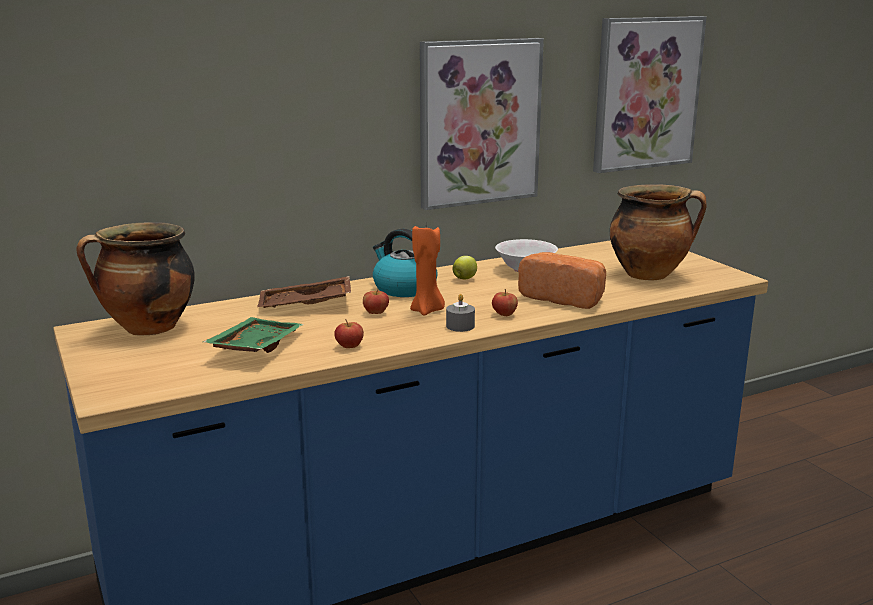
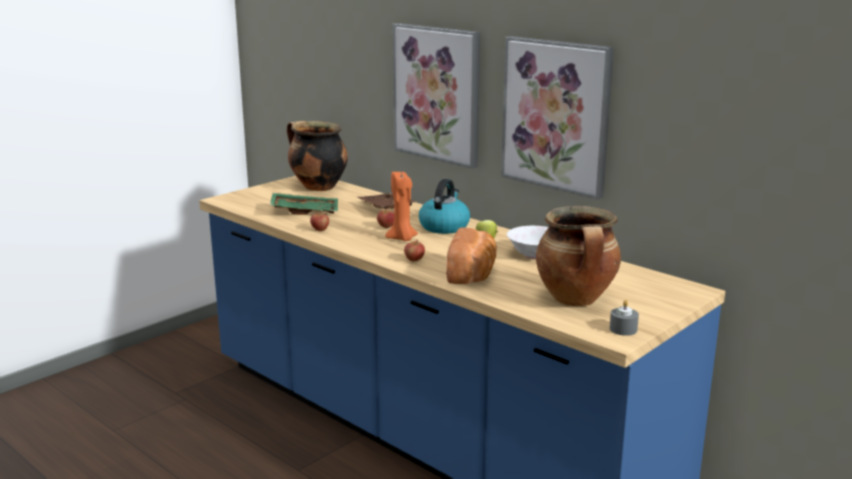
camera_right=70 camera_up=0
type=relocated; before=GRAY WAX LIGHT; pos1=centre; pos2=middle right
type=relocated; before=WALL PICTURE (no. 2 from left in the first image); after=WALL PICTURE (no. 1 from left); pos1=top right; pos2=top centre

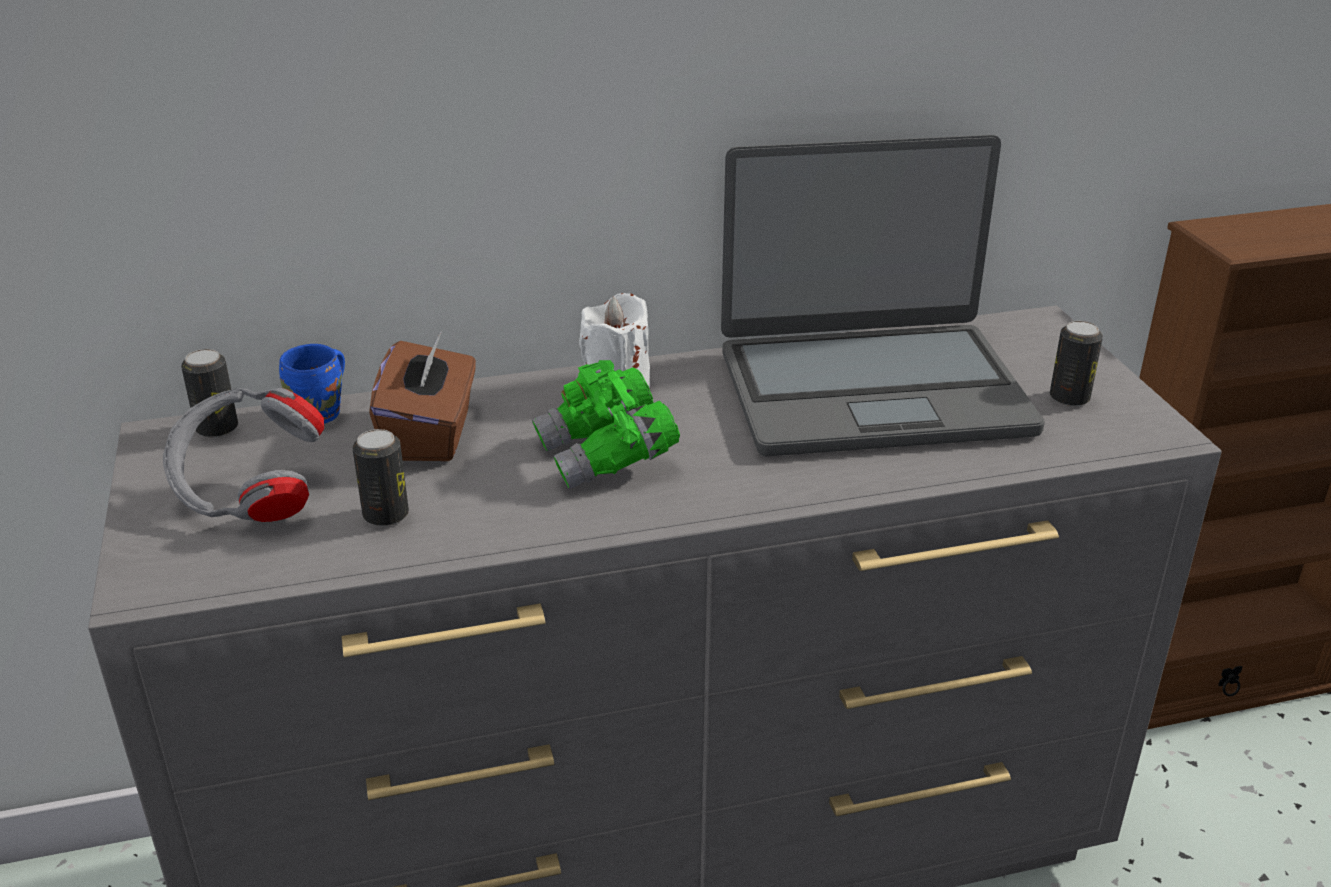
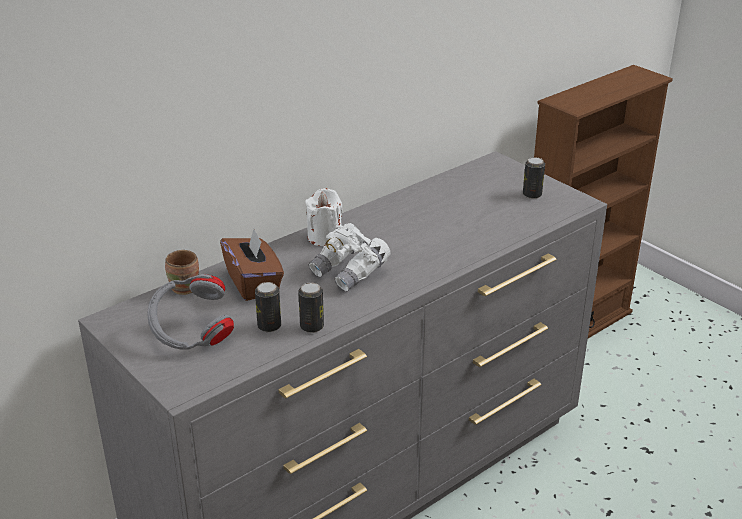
camera_right=-25 camera_up=0
type=relocated; before=METAL CAN (no. 1 from left in the first image); after=METAL CAN (no. 2 from left); pos1=middle left; pos2=centre
type=colour; before=BLUE COFFEE MUG; after=BROWNISH COFFEE MUG; pos1=middle left; pos2=middle left
type=colour; before=GREEN-COLOURED PAIR OF BINOCULARS; after=WHITISH PAIR OF BINOCULARS; pos1=centre; pos2=centre
type=missing; before=LAPTOP; pos1=top centre

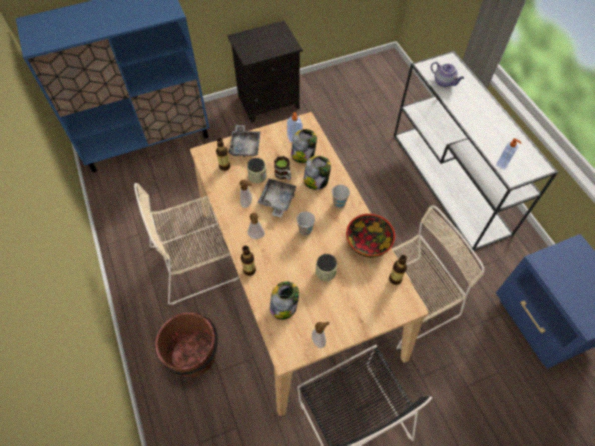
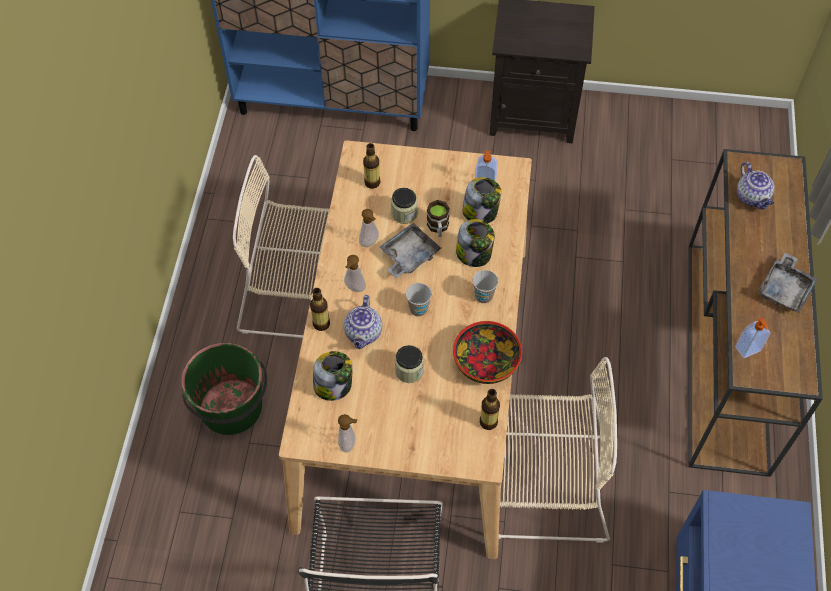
camera_right=30 camera_up=0
type=colour; before=BROWNISH WATER BUCKET; after=GREEN-COLOURED WATER BUCKET; pos1=bottom left; pos2=middle left
type=relocated; before=GRAY TRAY (no. 1 from left in the first image); after=GRAY TRAY (no. 2 from left); pos1=top centre; pos2=middle right
type=colour; before=WHITISH CONSOLE TABLE; after=BROWNISH CONSOLE TABLE; pos1=middle right; pos2=middle right
type=appeared; after=TEAPOT (no. 1 from left); pos2=centre

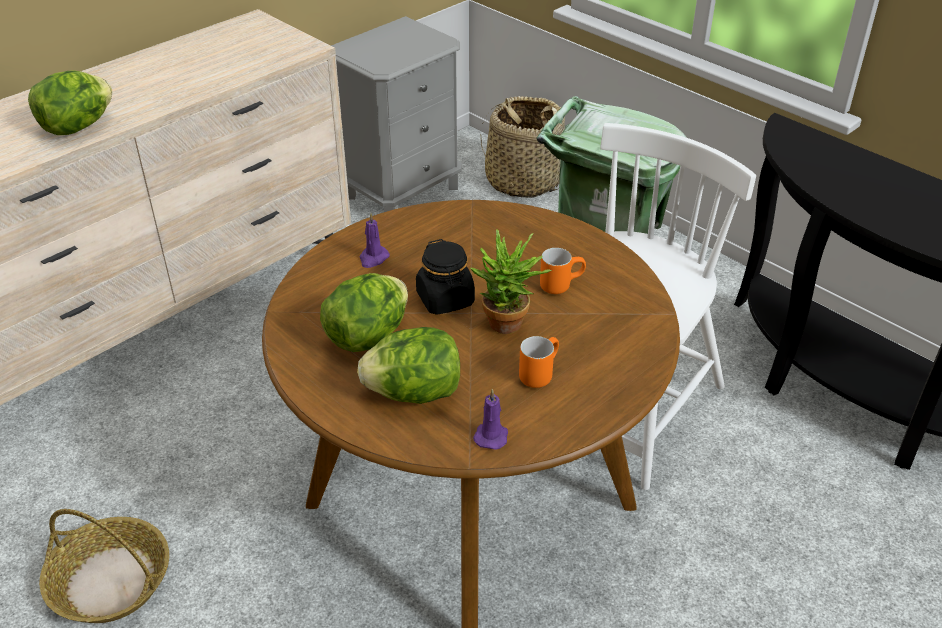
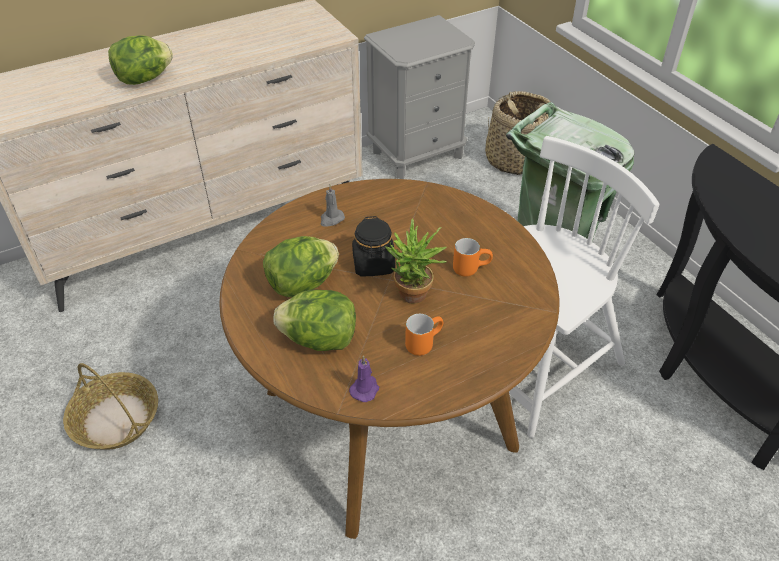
camera_right=15 camera_up=5
type=colour; before=PURPLE-COLOURED WAX LIGHT (no. 1 from left); after=GRAY WAX LIGHT; pos1=centre; pos2=centre

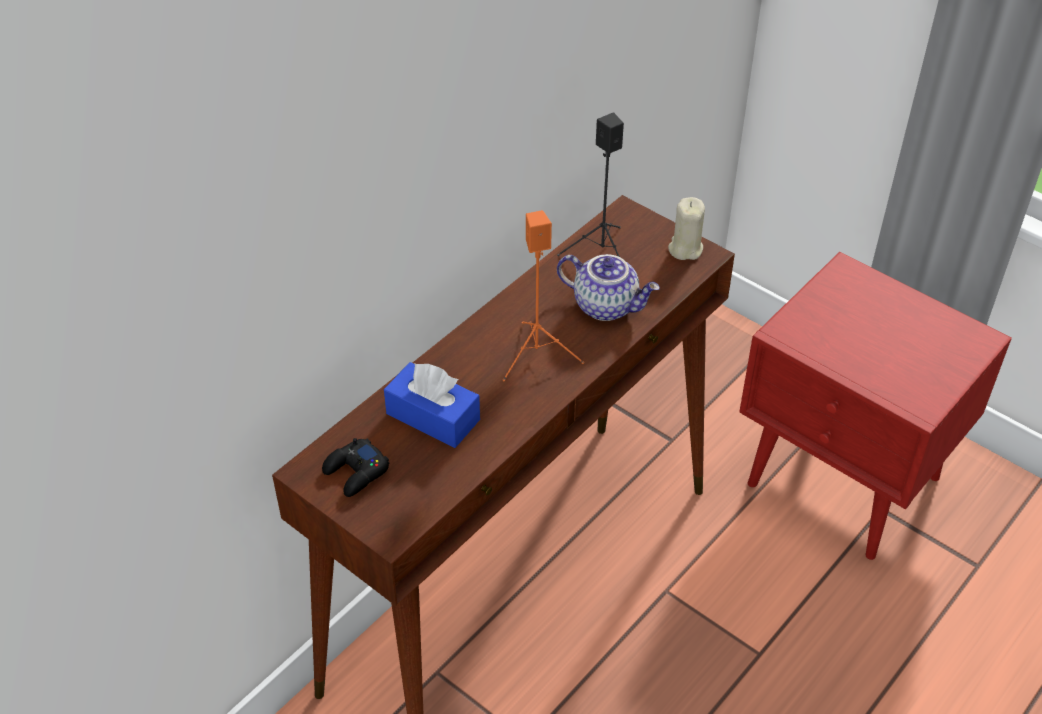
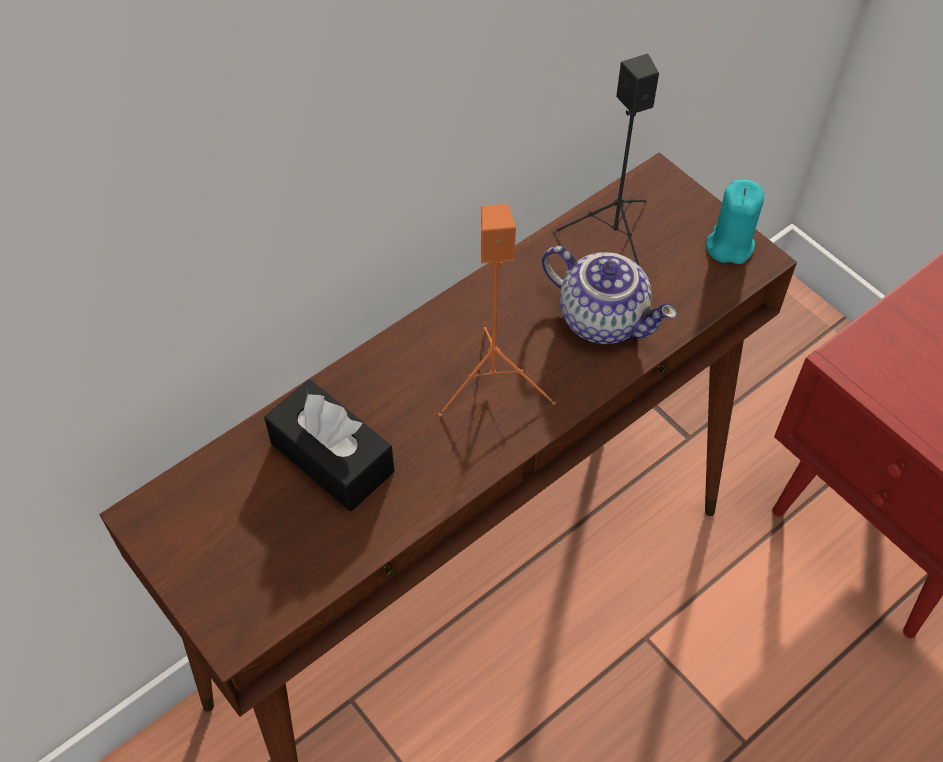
camera_right=10 camera_up=10
type=missing; before=BLACK-COLOURED JOYPAD; pos1=centre
type=colour; before=BLUE TISSUE BOX; after=BLACK-COLOURED TISSUE BOX; pos1=centre; pos2=centre
type=colour; before=SAND-COLOURED WAX LIGHT; after=TURQUOISE WAX LIGHT; pos1=top centre; pos2=top right

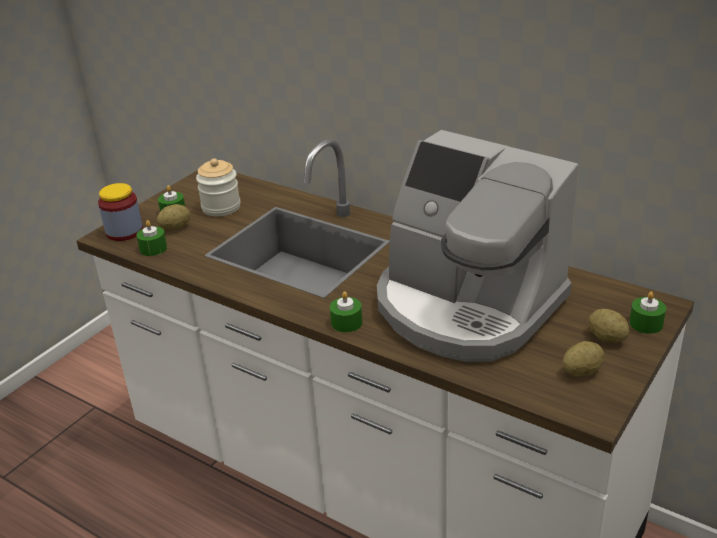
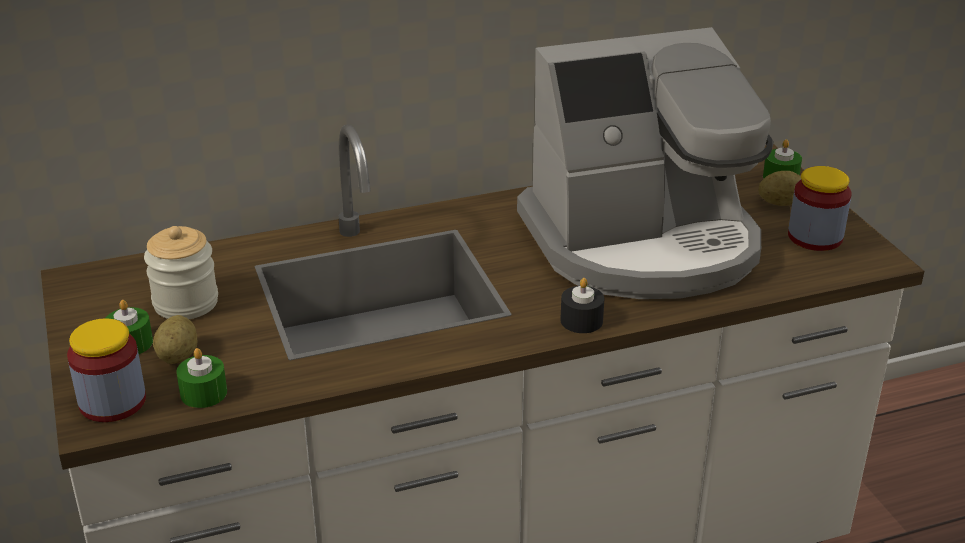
camera_right=-55 camera_up=0
type=colour; before=GREEN-COLOURED WAX LIGHT (no. 3 from left); after=BLACK-COLOURED WAX LIGHT; pos1=centre; pos2=centre
type=exchanged; before=WHOLE POTATO (no. 2 from left); after=PRESERVE JAR (no. 3 from left); pos1=middle right; pos2=middle right

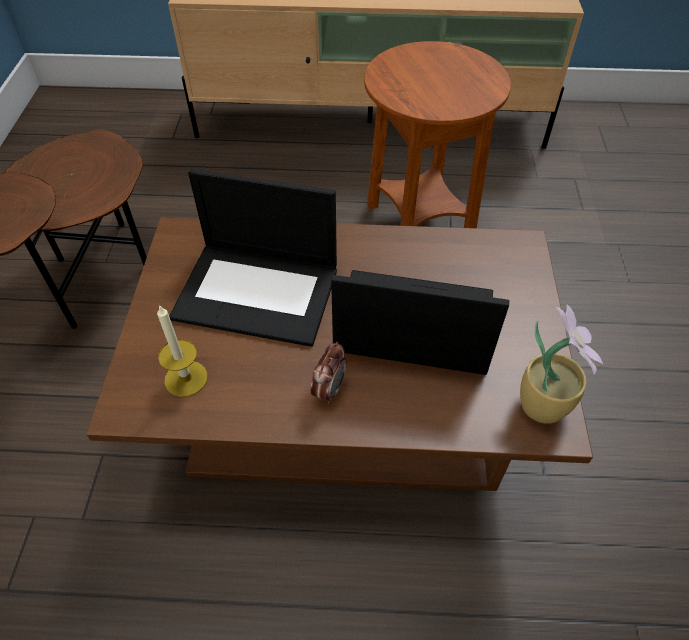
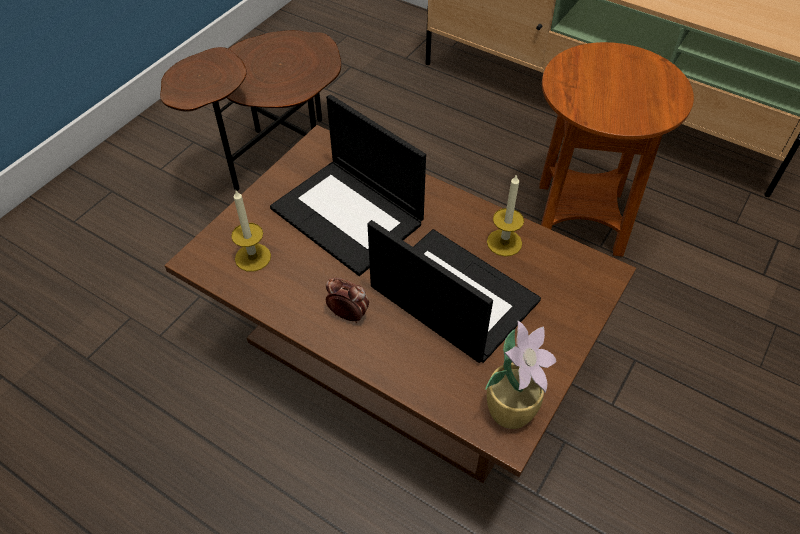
camera_right=30 camera_up=0
type=spun; before=ALARM CLOCK; pos1=centre; pos2=centre; turn=-120
type=appeared; after=WAX LIGHT (no. 2 from left); pos2=centre

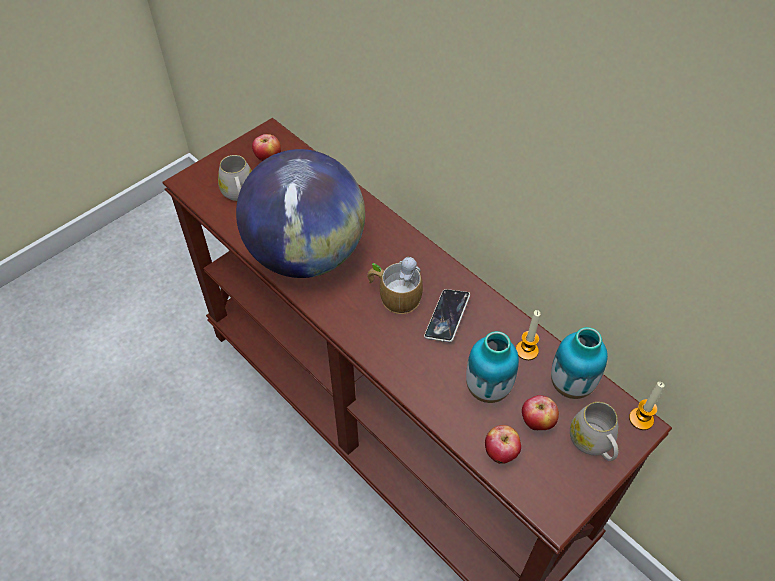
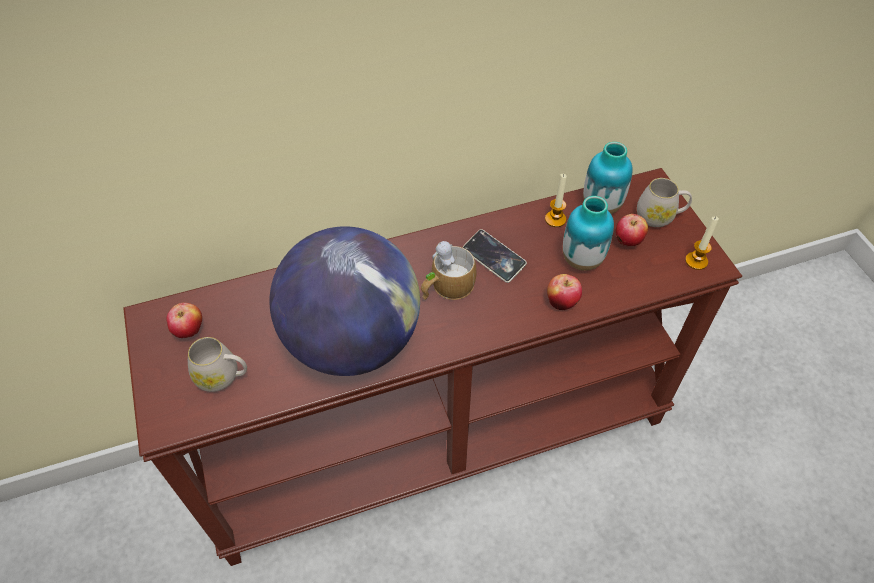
camera_right=-65 camera_up=0
type=relocated; before=APPLE FRUIT (no. 2 from left); pos1=bottom centre; pos2=centre
type=relocated; before=WAX LIGHT (no. 2 from left); pos1=bottom right; pos2=middle right

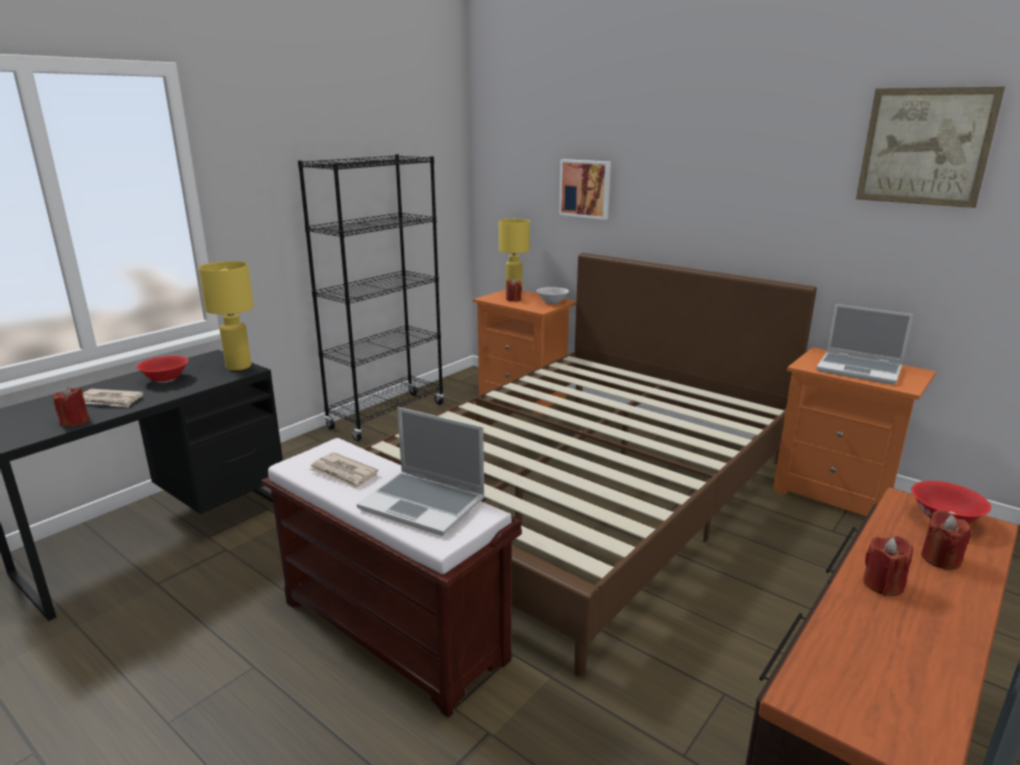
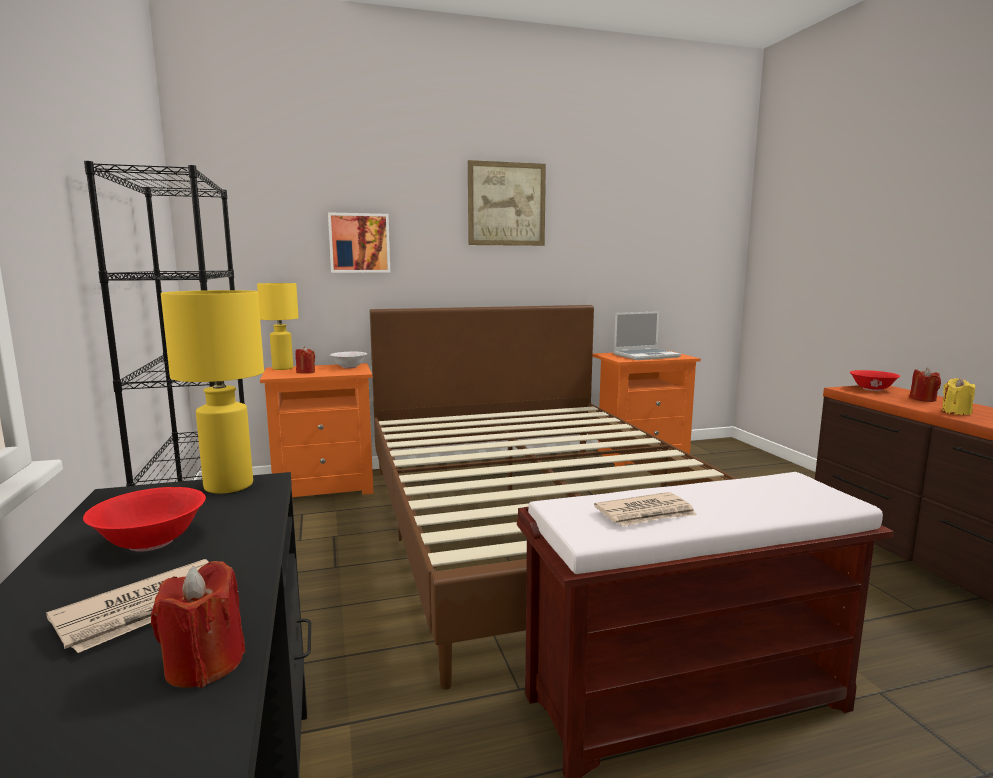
camera_right=-55 camera_up=-10
type=missing; before=LAPTOP (no. 1 from left); pos1=centre
type=relocated; before=WALL PICTURE (no. 2 from left); pos1=top right; pos2=top centre
type=colour; before=RED-COLOURED WAX LIGHT (no. 3 from left); after=YELLOWISH WAX LIGHT; pos1=bottom right; pos2=middle right

